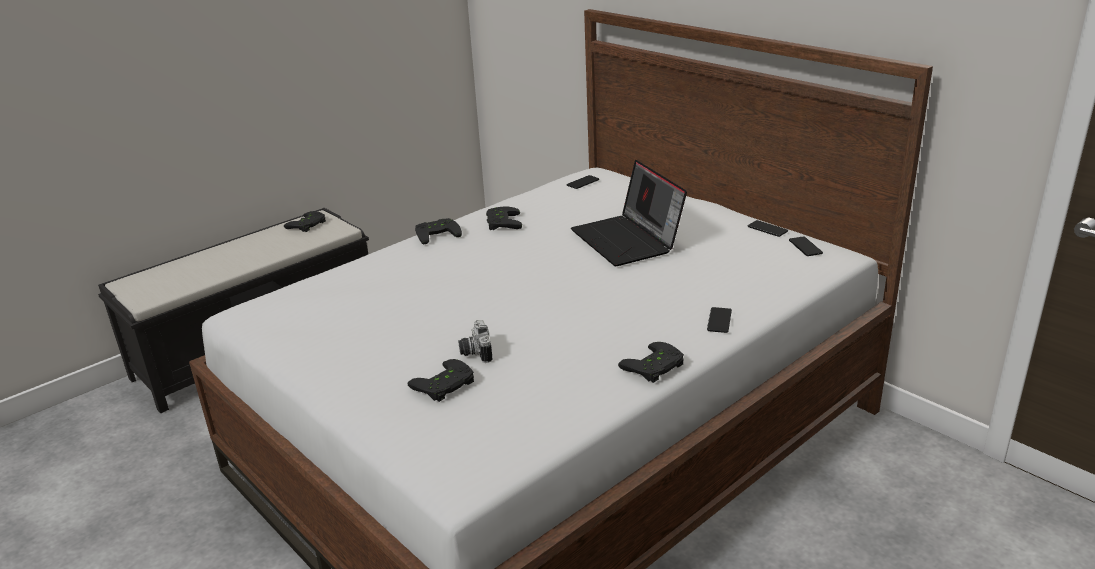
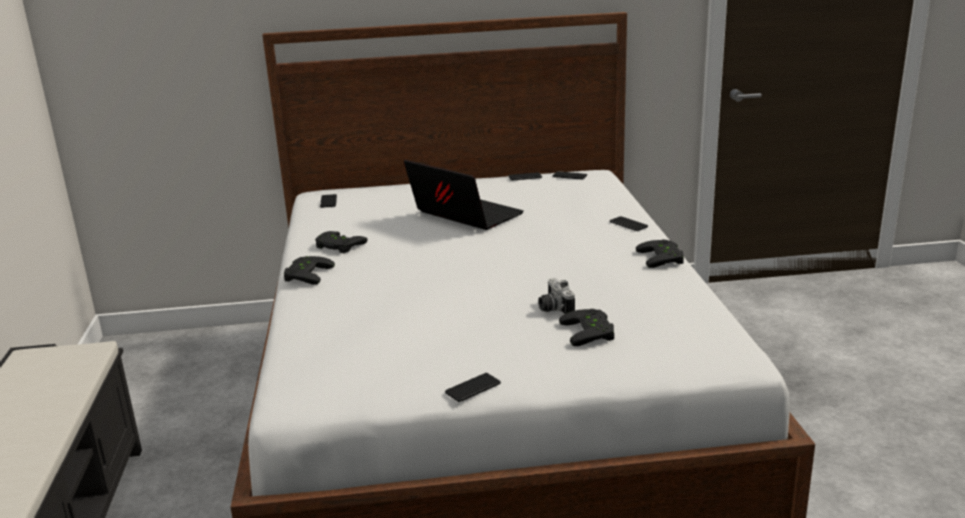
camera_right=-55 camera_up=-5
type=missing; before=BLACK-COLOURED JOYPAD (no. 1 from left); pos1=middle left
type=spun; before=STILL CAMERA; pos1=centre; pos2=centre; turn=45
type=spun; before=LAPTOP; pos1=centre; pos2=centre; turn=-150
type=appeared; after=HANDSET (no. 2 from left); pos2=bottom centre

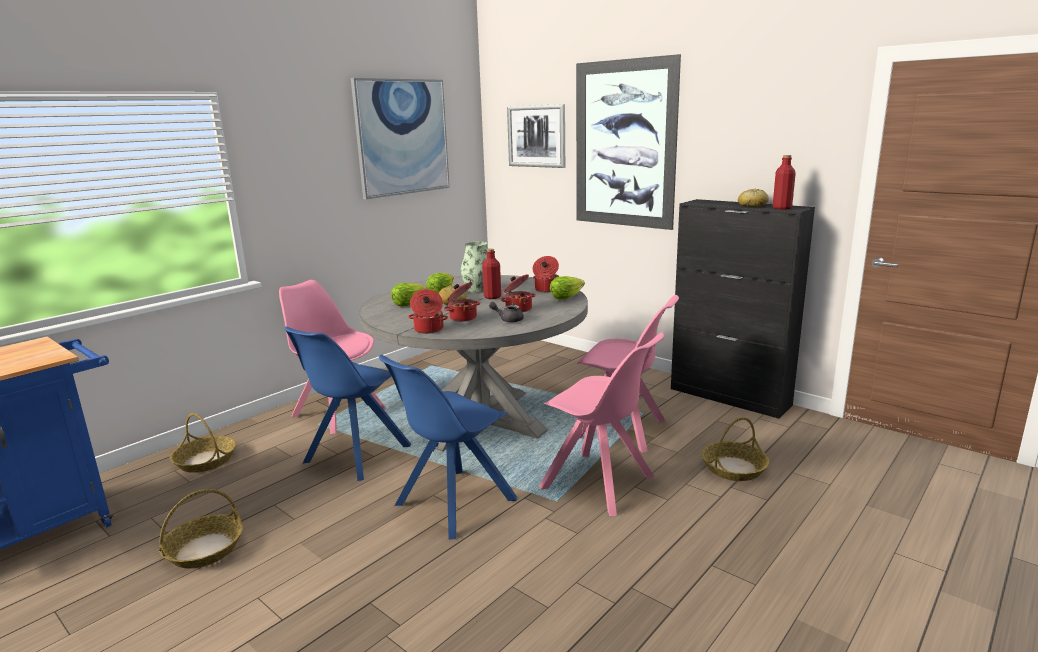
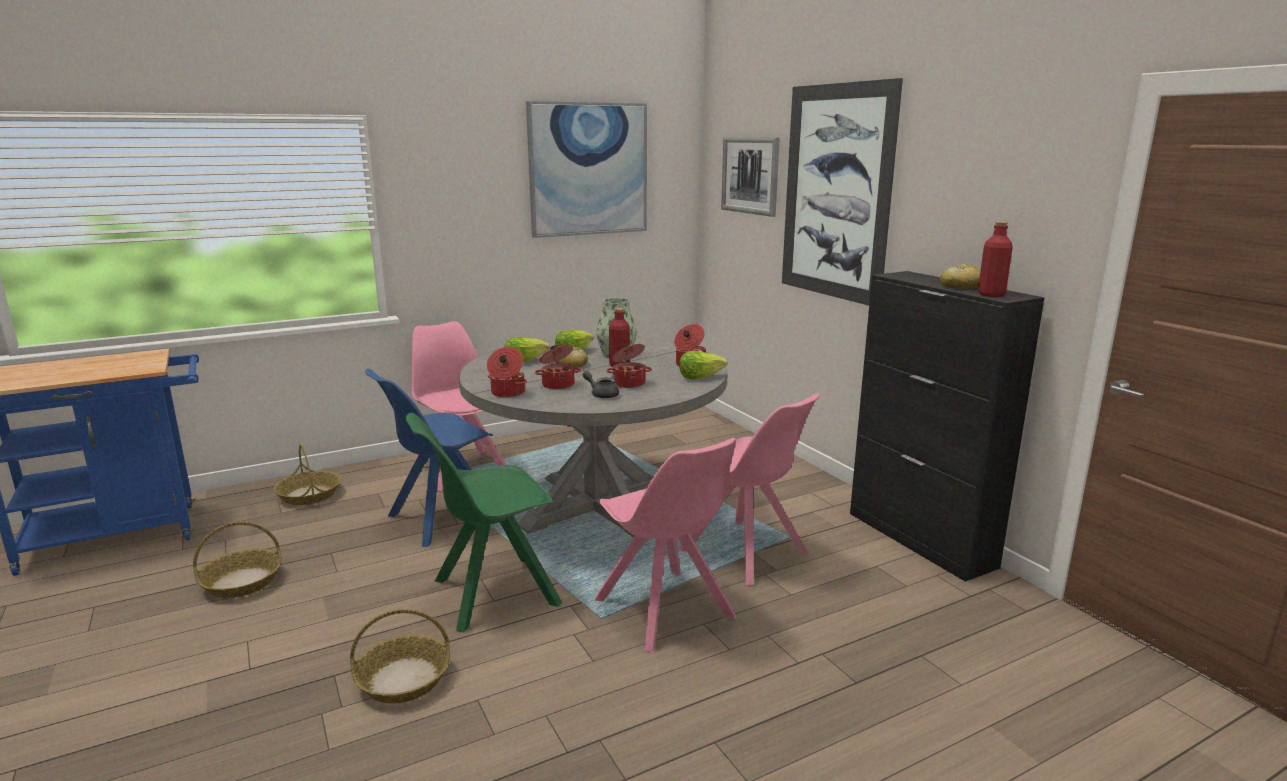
camera_right=20 camera_up=0
type=colour; before=BLUE UPRIGHT CHAIR (no. 2 from left); after=GREEN-COLOURED UPRIGHT CHAIR; pos1=bottom centre; pos2=bottom centre
type=relocated; before=BASKET (no. 3 from left); pos1=bottom right; pos2=bottom left

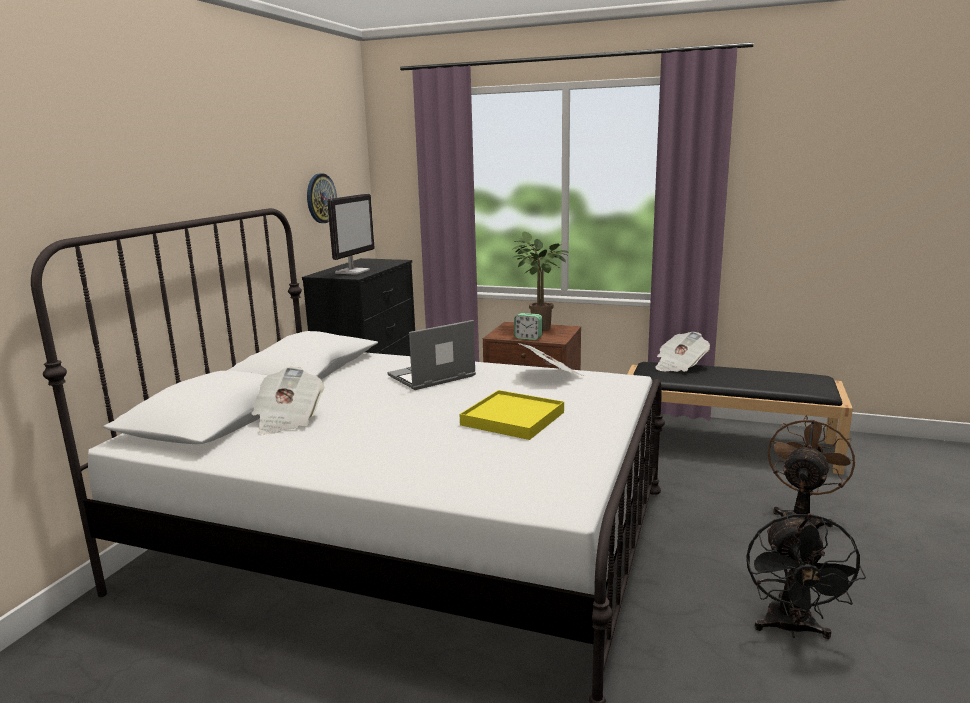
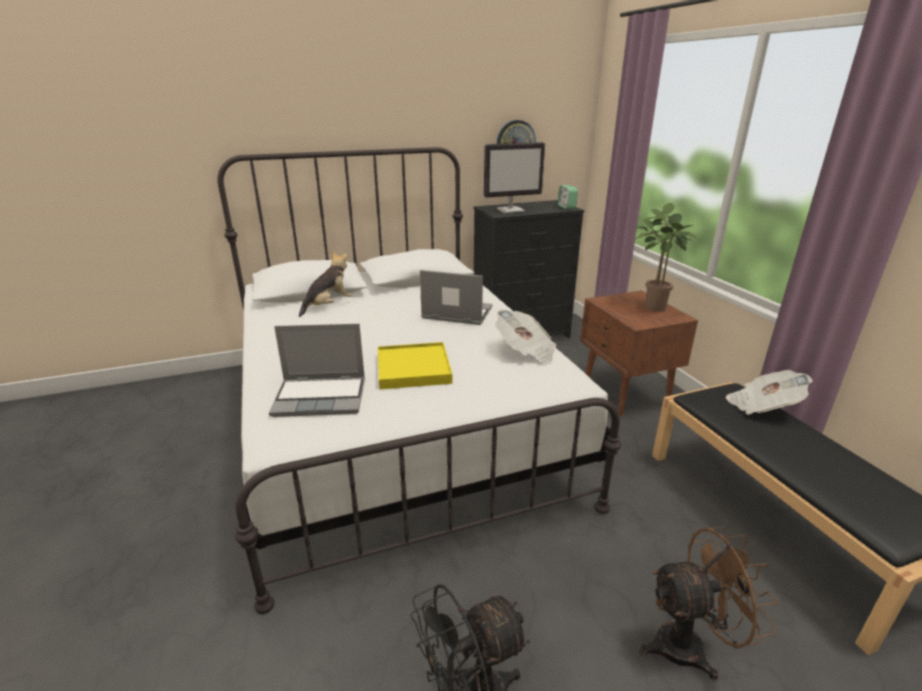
camera_right=50 camera_up=10
type=exchanged; before=NEWSPAPER (no. 1 from left); after=CUDDLY TOY; pos1=middle left; pos2=centre
type=relocated; before=ALARM CLOCK; pos1=centre; pos2=top centre
type=appeared; after=LAPTOP (no. 1 from left); pos2=centre

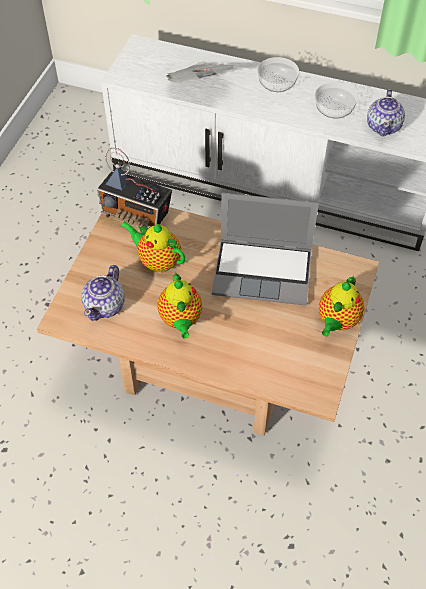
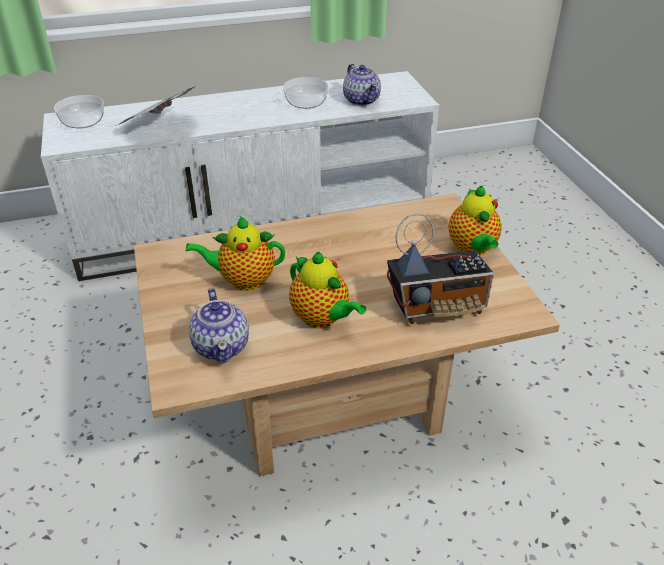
camera_right=-35 camera_up=-15
type=relocated; before=RADIO; pos1=top left; pos2=centre
type=missing; before=LAPTOP; pos1=centre
type=relocated; before=SERVING BOWL (no. 1 from left); pos1=top centre; pos2=top left

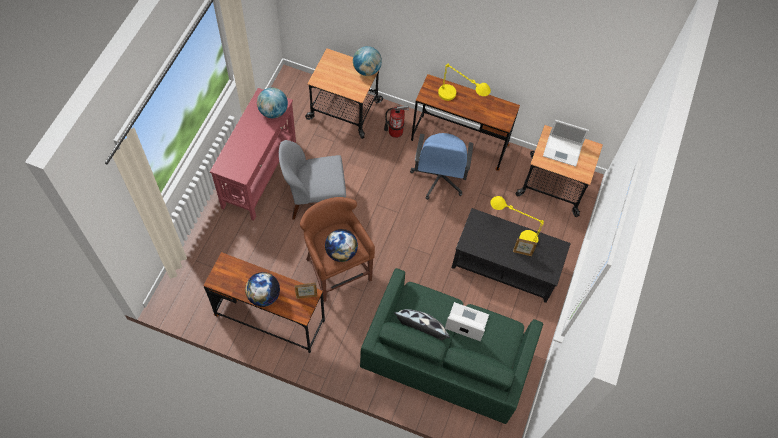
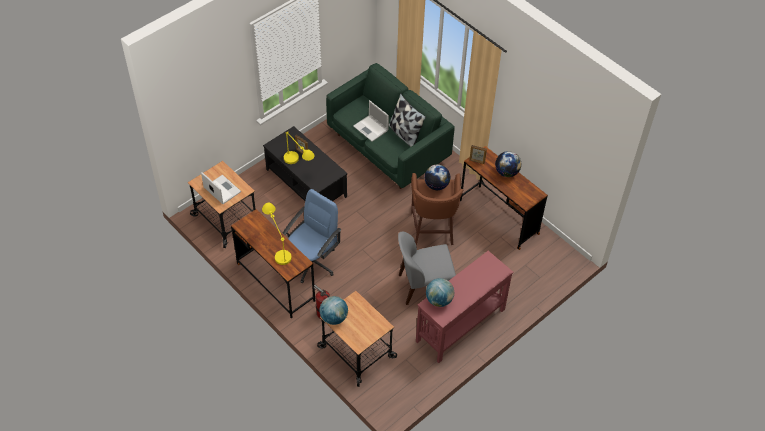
camera_right=-150 camera_up=-10
type=spun; before=GRAY UPRIGHT CHAIR; pos1=centre; pos2=centre; turn=150

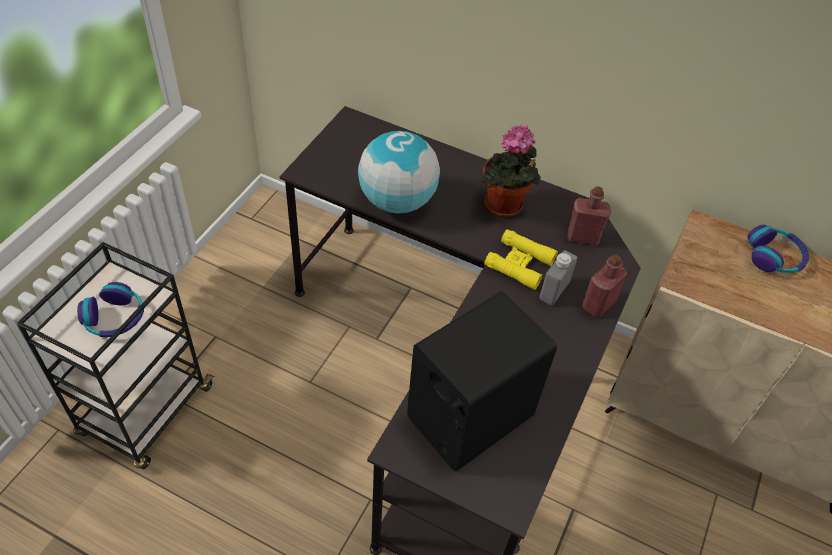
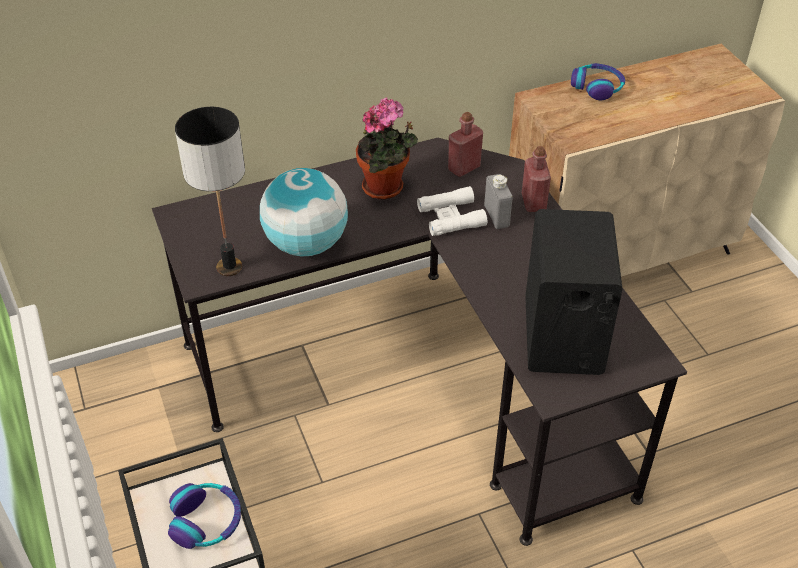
camera_right=-45 camera_up=-5
type=colour; before=YELLOWISH PAIR OF BINOCULARS; after=WHITISH PAIR OF BINOCULARS; pos1=centre; pos2=centre
type=appeared; after=TABLE LAMP; pos2=middle left

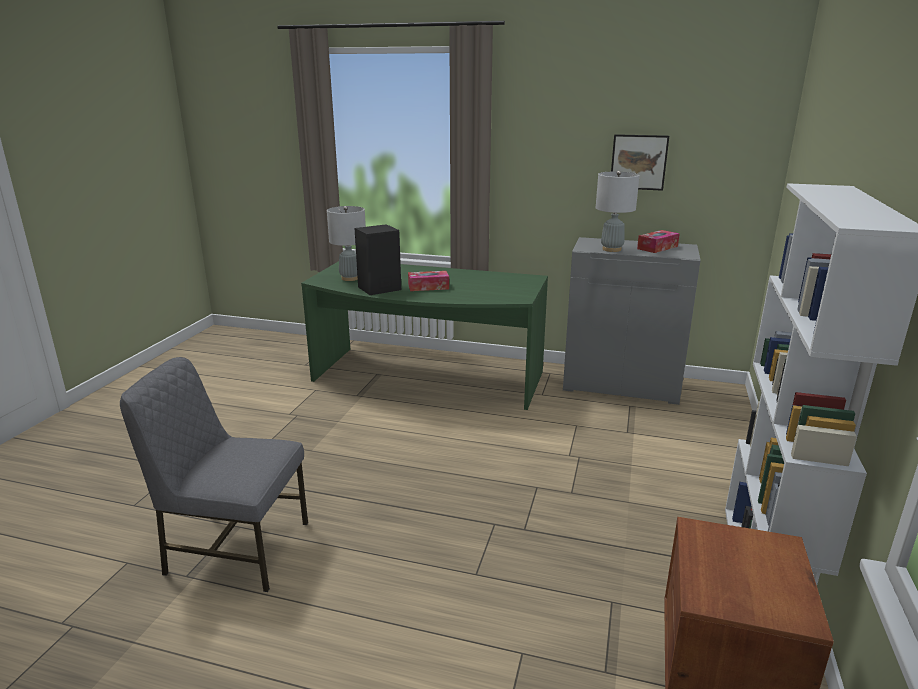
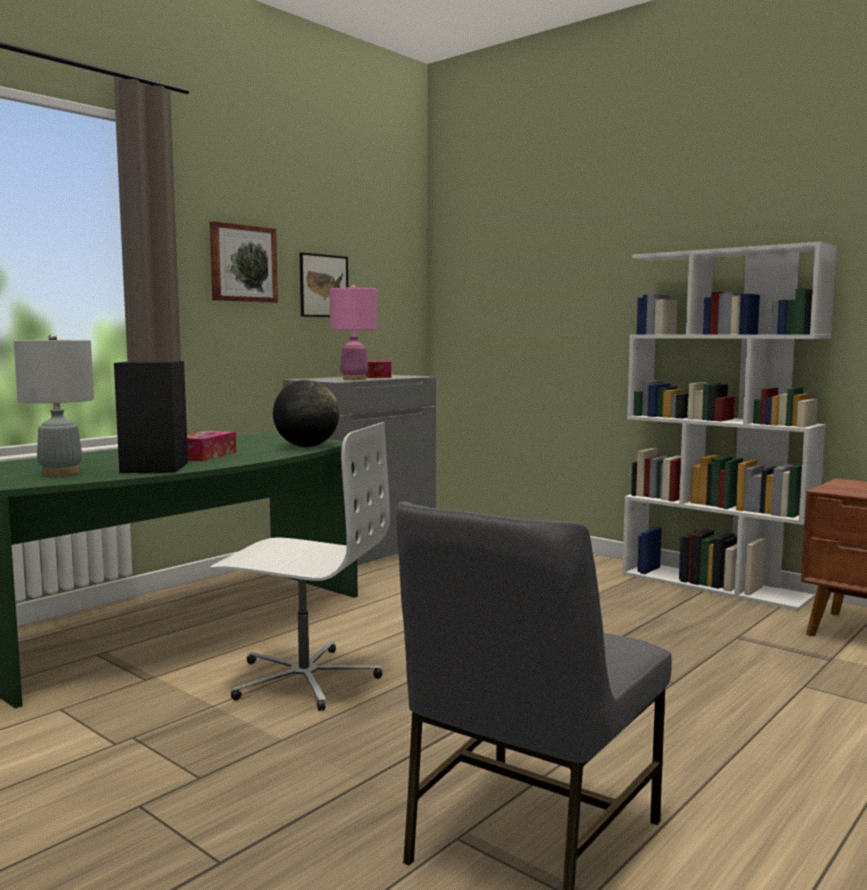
camera_right=-65 camera_up=-15
type=colour; before=GRAY TABLE LAMP (no. 2 from left); after=PINK-COLOURED TABLE LAMP; pos1=top right; pos2=centre
type=appeared; after=WALL PICTURE (no. 1 from left); pos2=top left
type=appeared; after=WHITISH COMPUTER CHAIR; pos2=centre
type=appeared; after=DESK GLOBE; pos2=centre

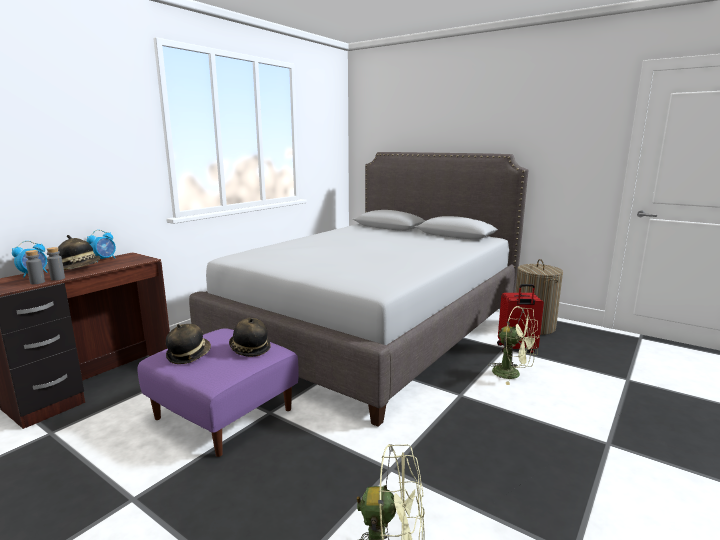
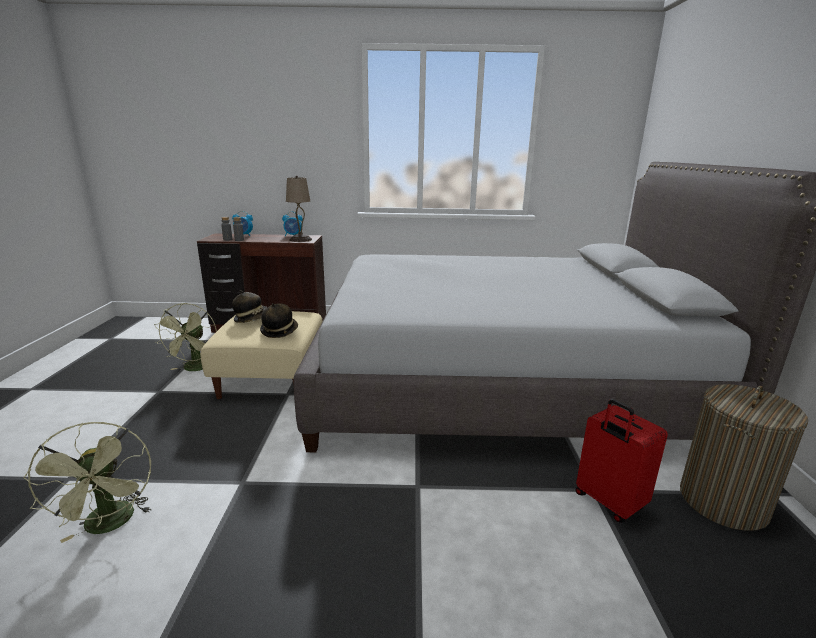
camera_right=55 camera_up=5
type=missing; before=HAT (no. 1 from left); pos1=middle left
type=colour; before=PURPLE-COLOURED OTTOMAN; after=SAND-COLOURED OTTOMAN; pos1=bottom left; pos2=middle left
type=relocated; before=GREEN-COLOURED FAN (no. 2 from left); pos1=middle right; pos2=middle left
type=appeared; after=SAND-COLOURED TABLE LAMP; pos2=top centre

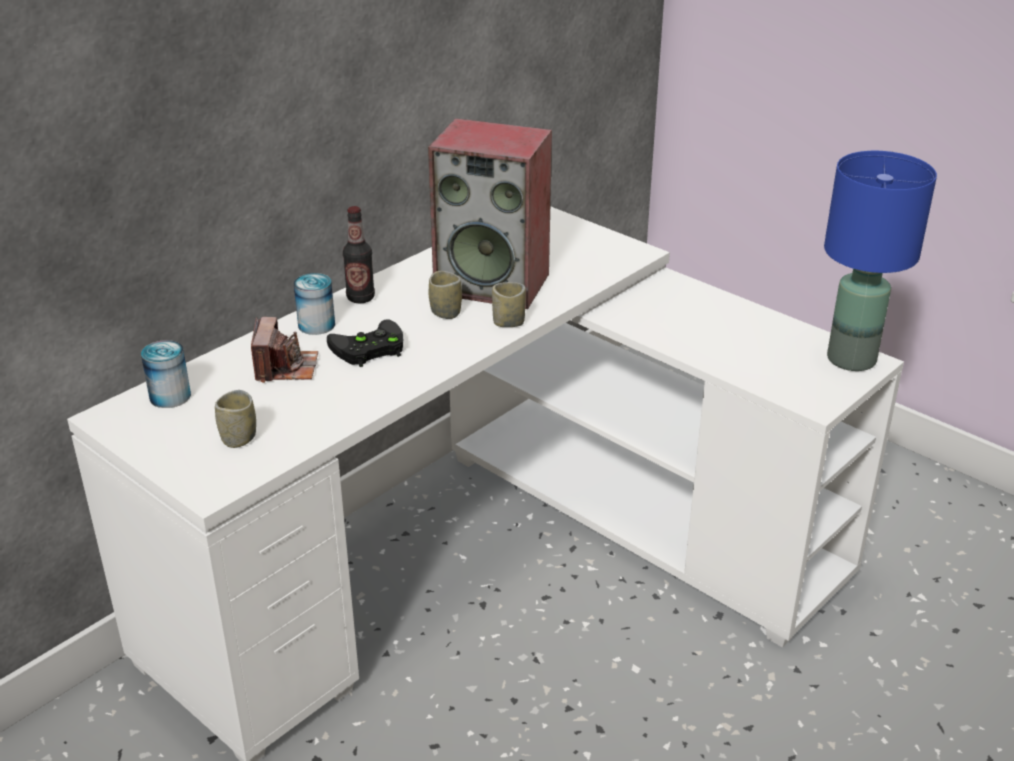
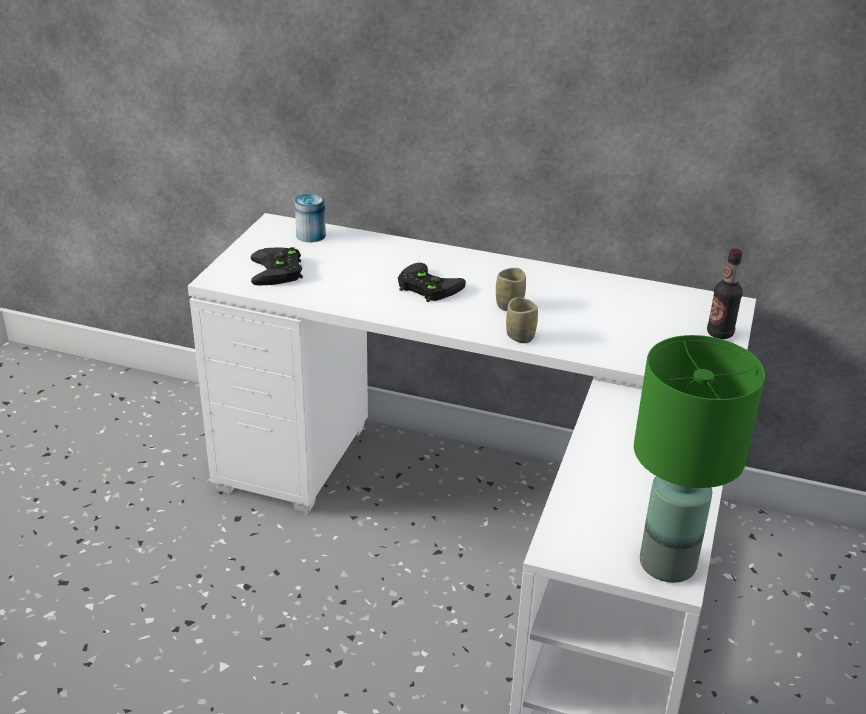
camera_right=65 camera_up=0
type=exchanged; before=SMALL CUP (no. 1 from left); after=BLACK-COLOURED JOYPAD (no. 1 from left); pos1=middle left; pos2=middle left
type=missing; before=STILL CAMERA; pos1=middle left
type=missing; before=METAL CAN (no. 2 from left); pos1=middle left
type=relocated; before=BEVERAGE BOTTLE; pos1=centre; pos2=middle right
type=missing; before=LOUDSPEAKER; pos1=top centre
type=colour; before=BLUE TABLE LAMP; after=GREEN-COLOURED TABLE LAMP; pos1=middle right; pos2=middle right

